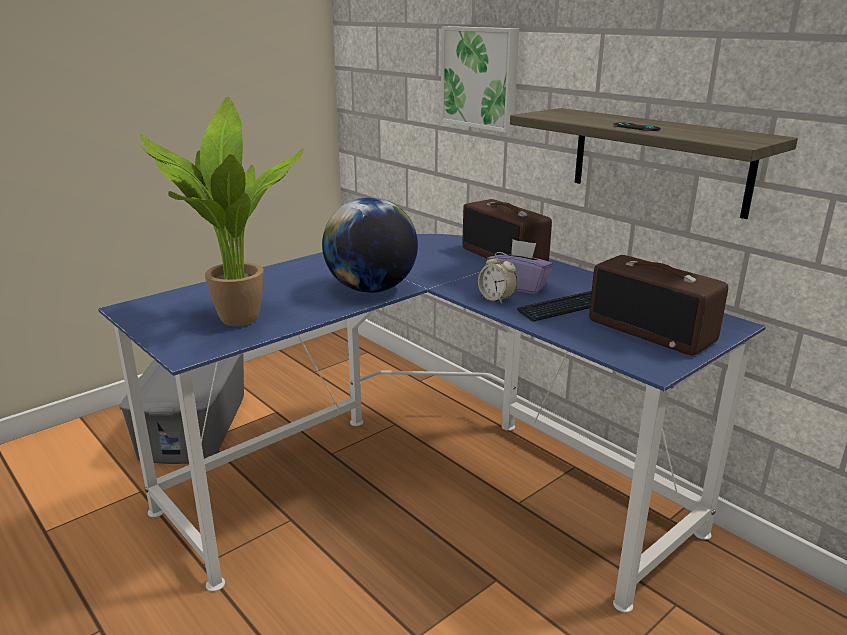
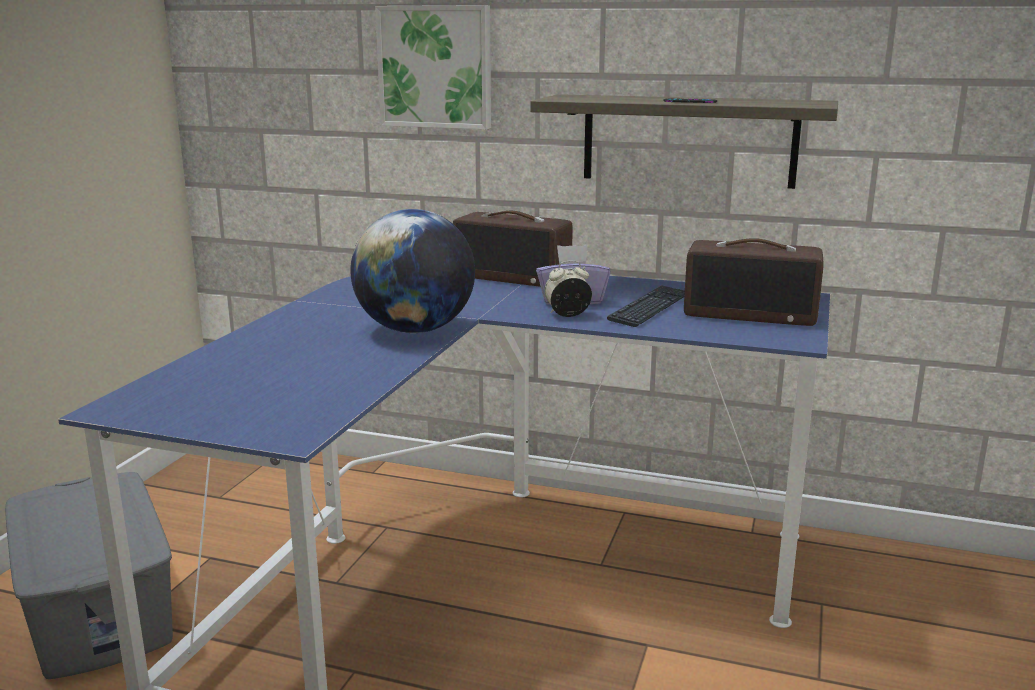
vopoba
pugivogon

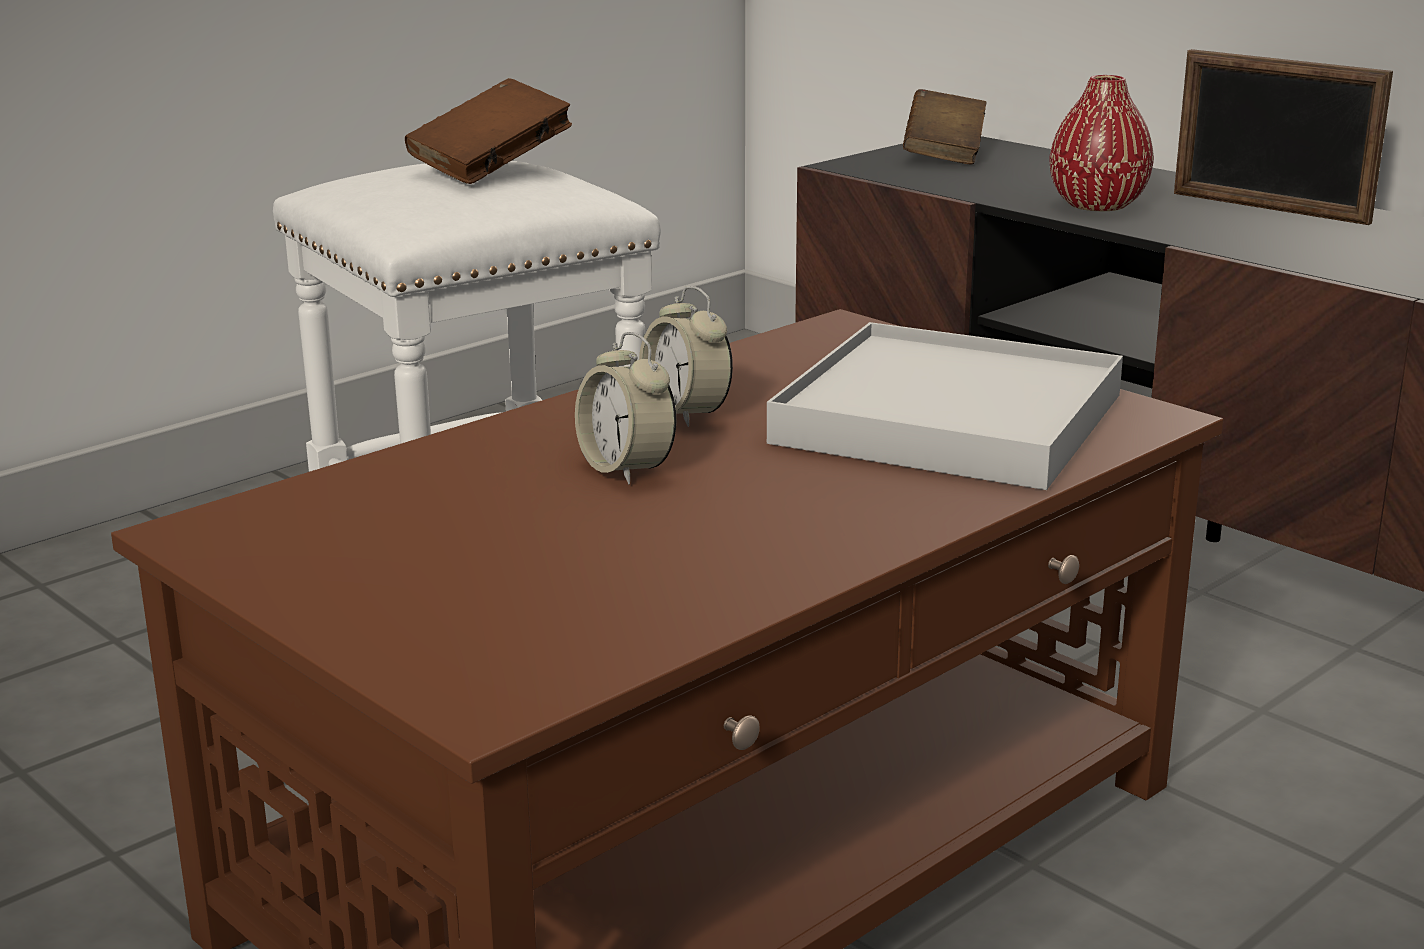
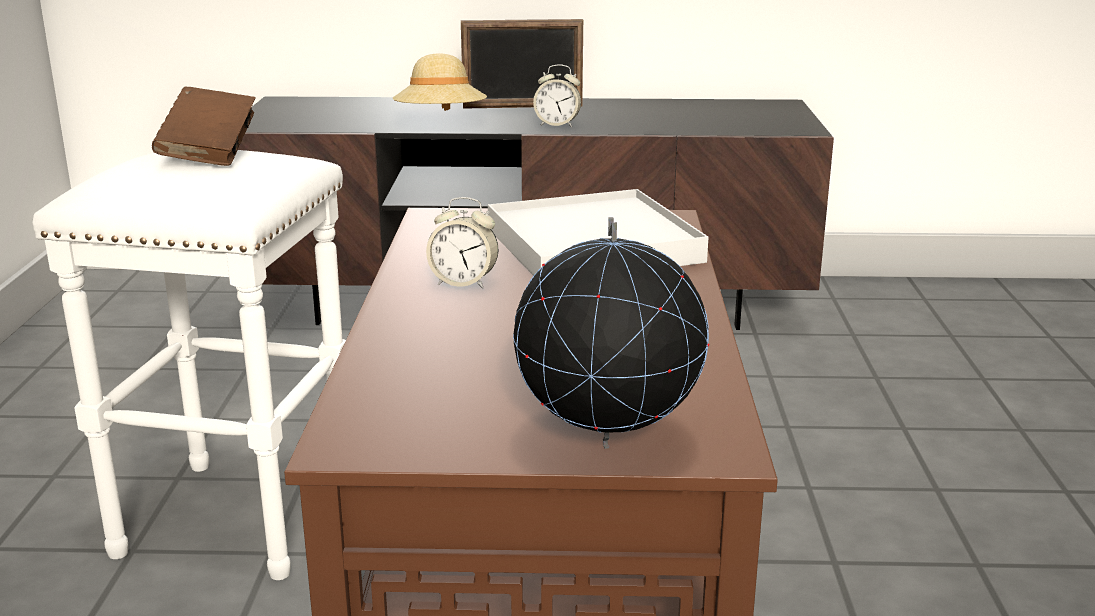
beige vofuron
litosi
vopoba (no. 2 from left)
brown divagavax (no. 2 from left in the first image)

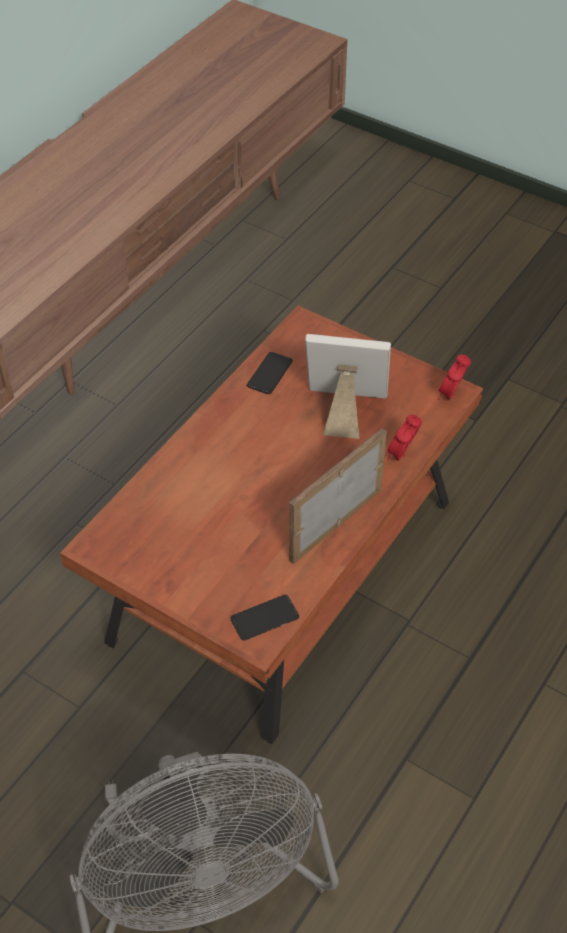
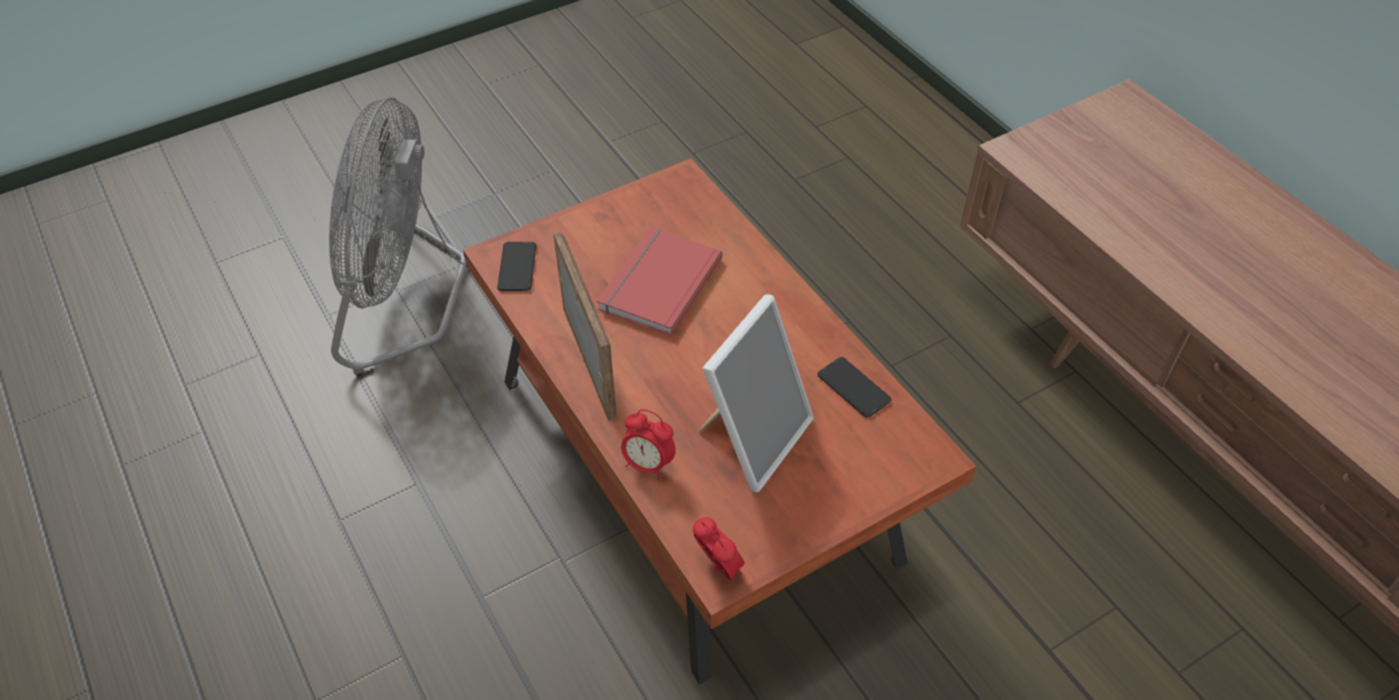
red divagavax
vopoba (no. 1 from left)

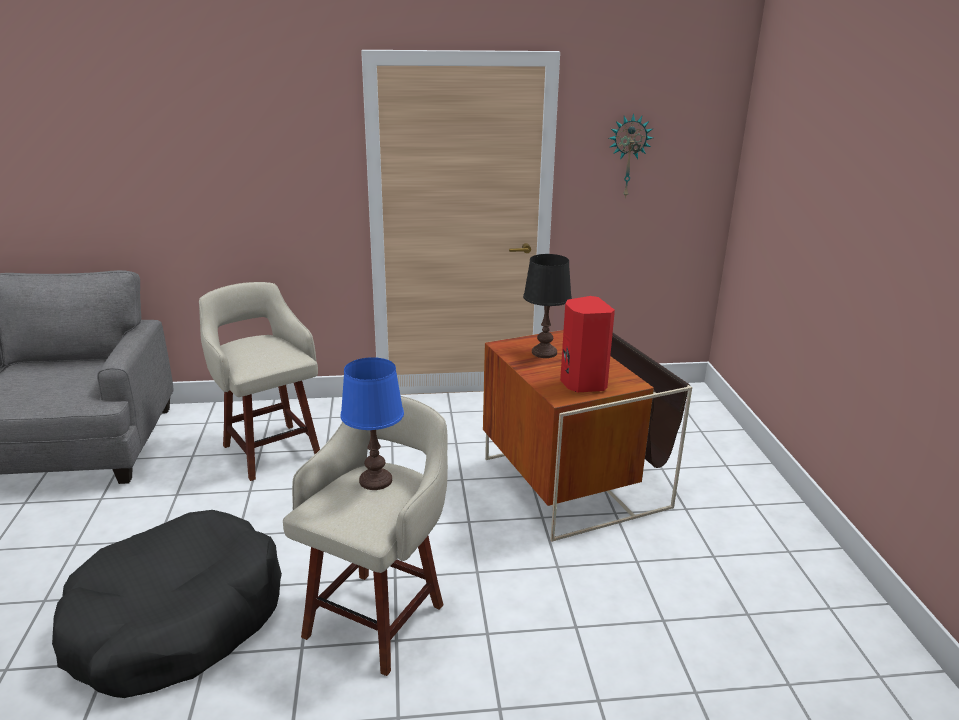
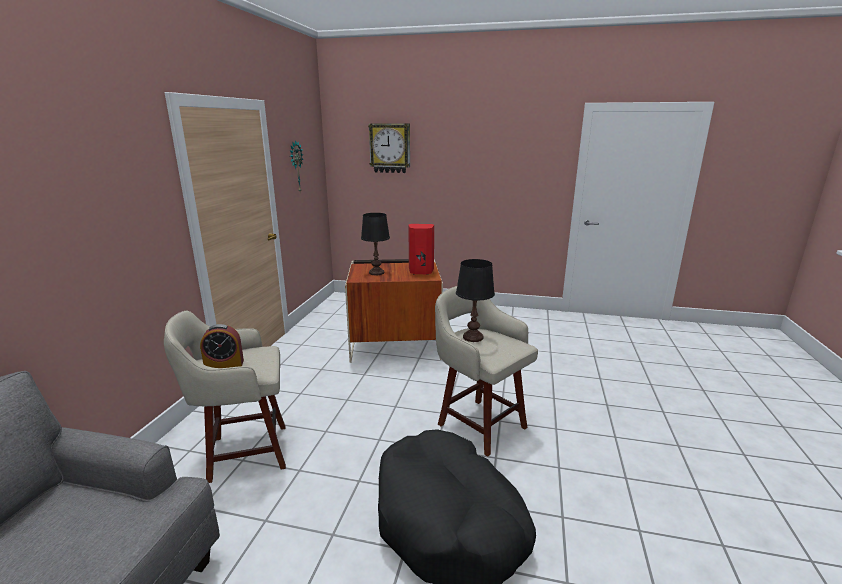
vopoba
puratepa (no. 2 from left)
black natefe (no. 2 from left)

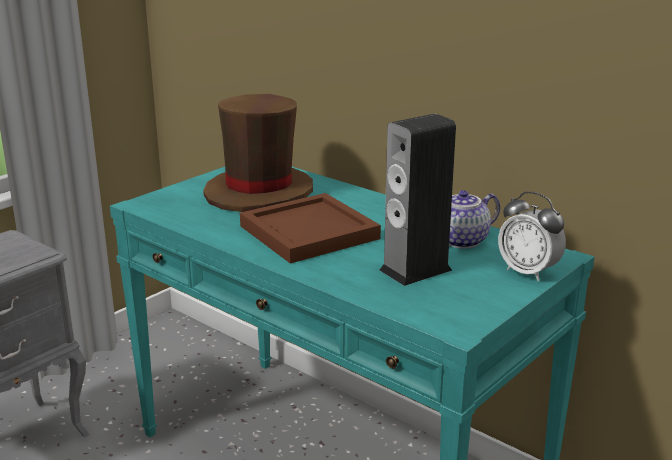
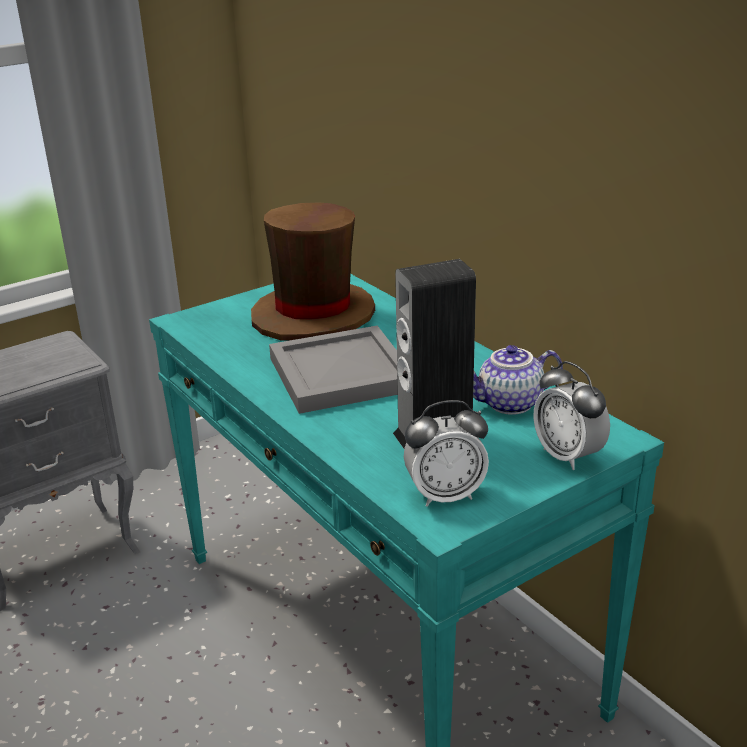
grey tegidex
vopoba (no. 1 from left)

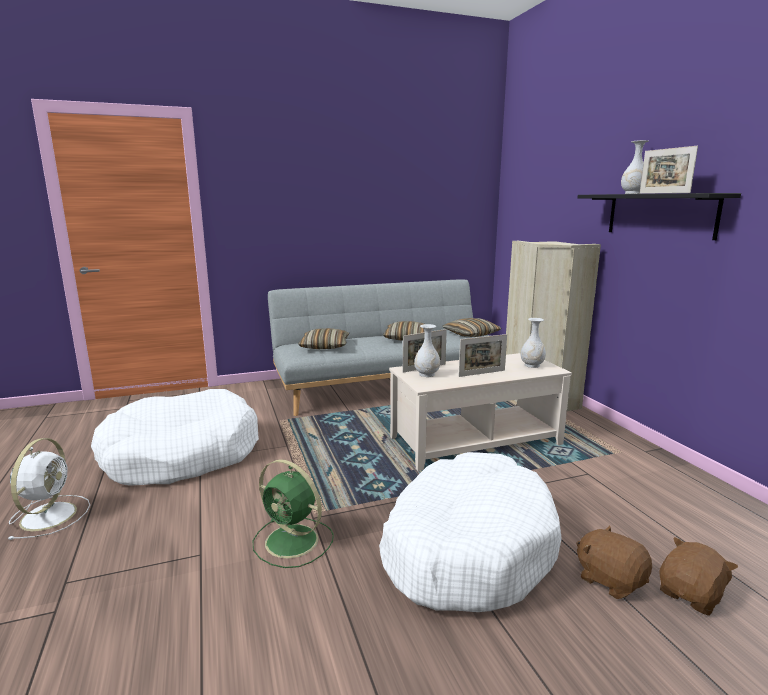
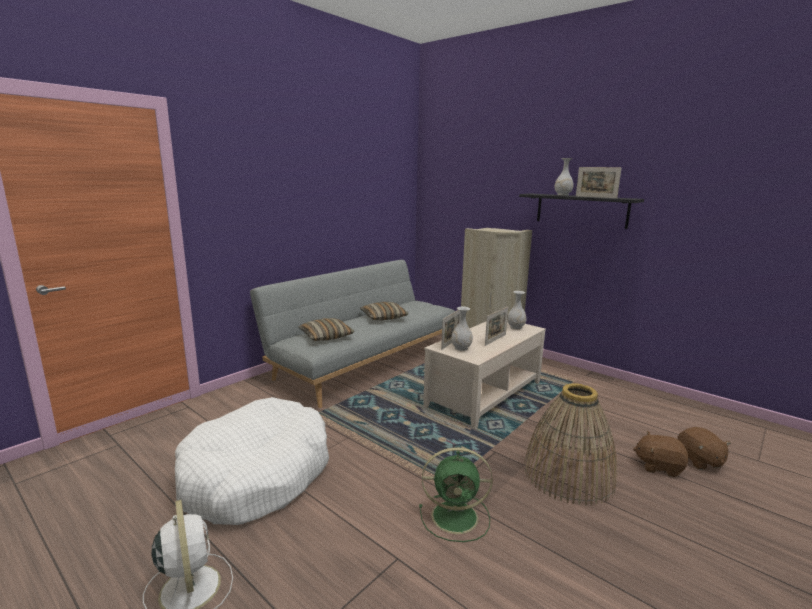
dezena
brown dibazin (no. 2 from left)
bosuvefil (no. 3 from left in the first image)

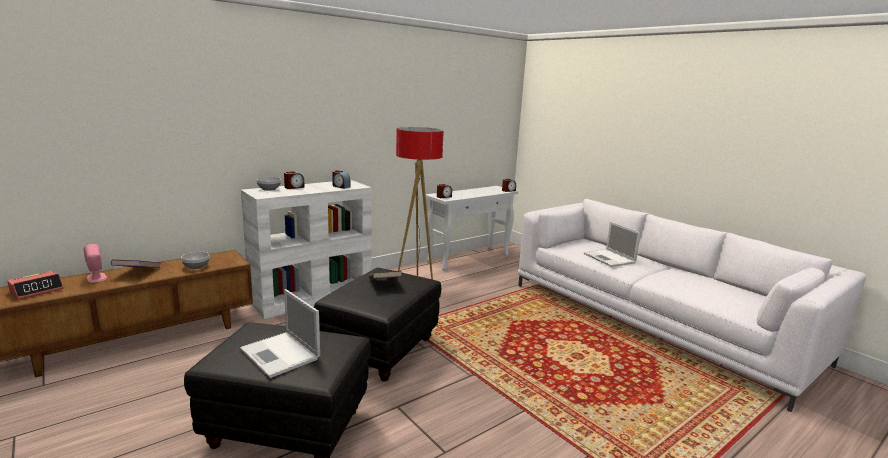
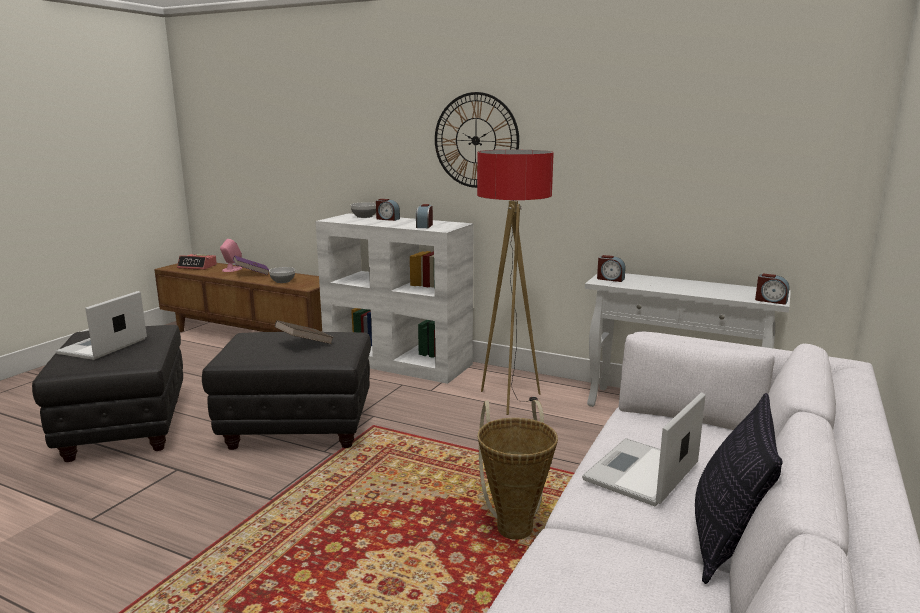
puratepa
dezena
bosuvefil

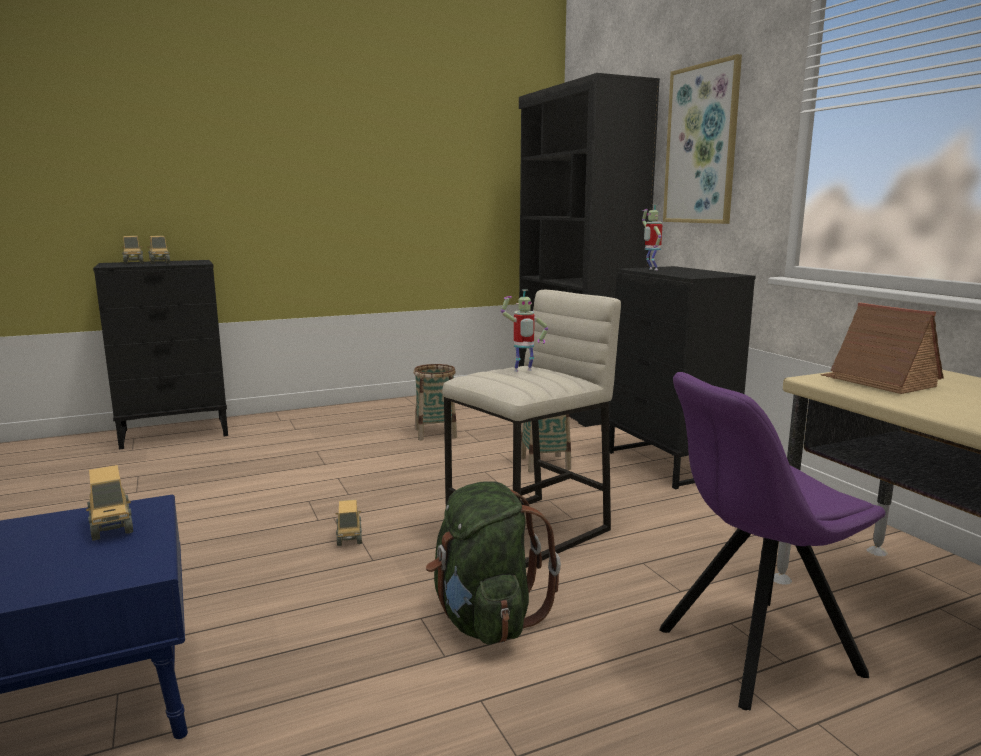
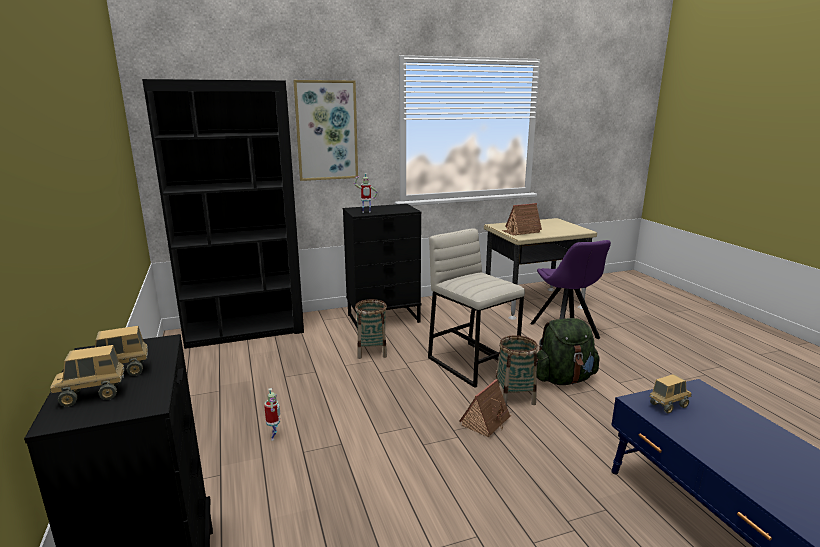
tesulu (no. 1 from left)
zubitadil (no. 1 from left)
dezena (no. 2 from left)

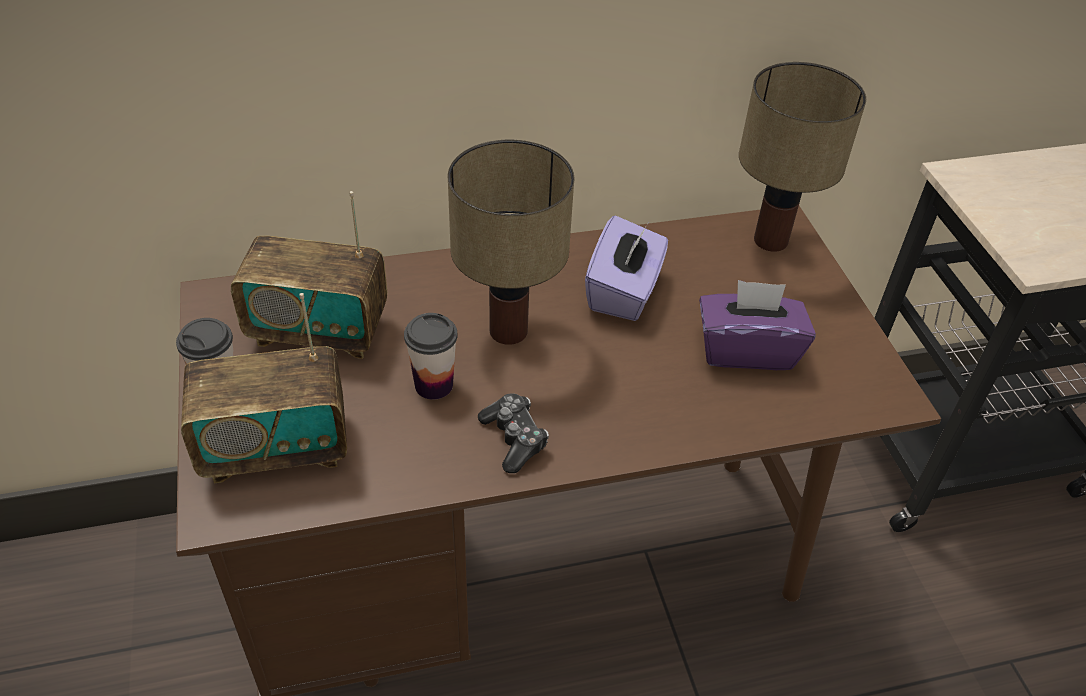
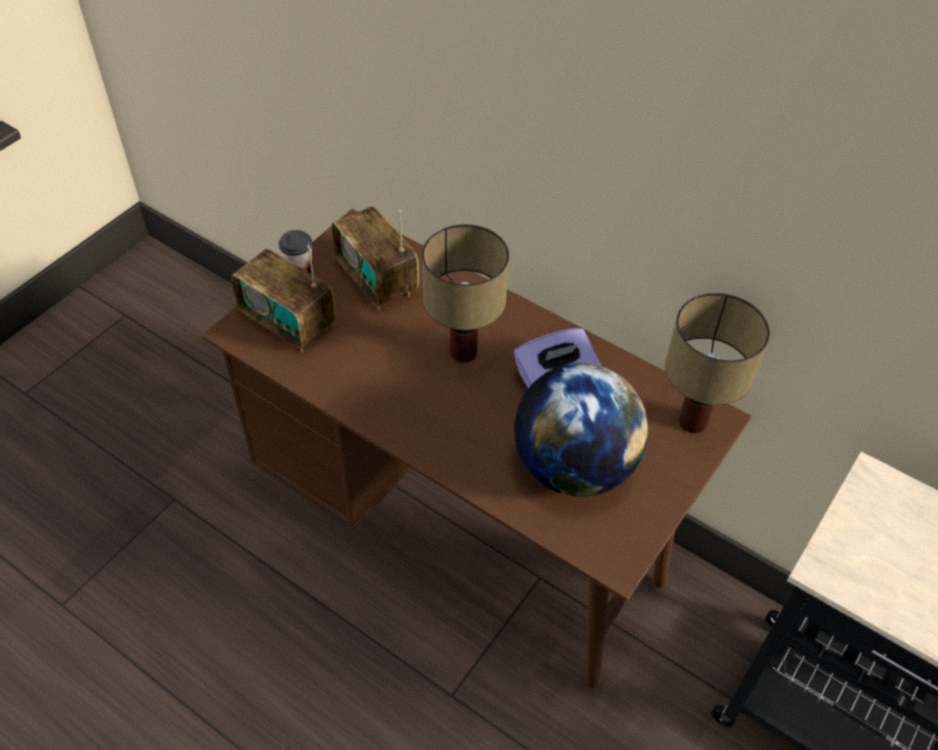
litosi
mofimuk (no. 2 from left in the first image)
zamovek

